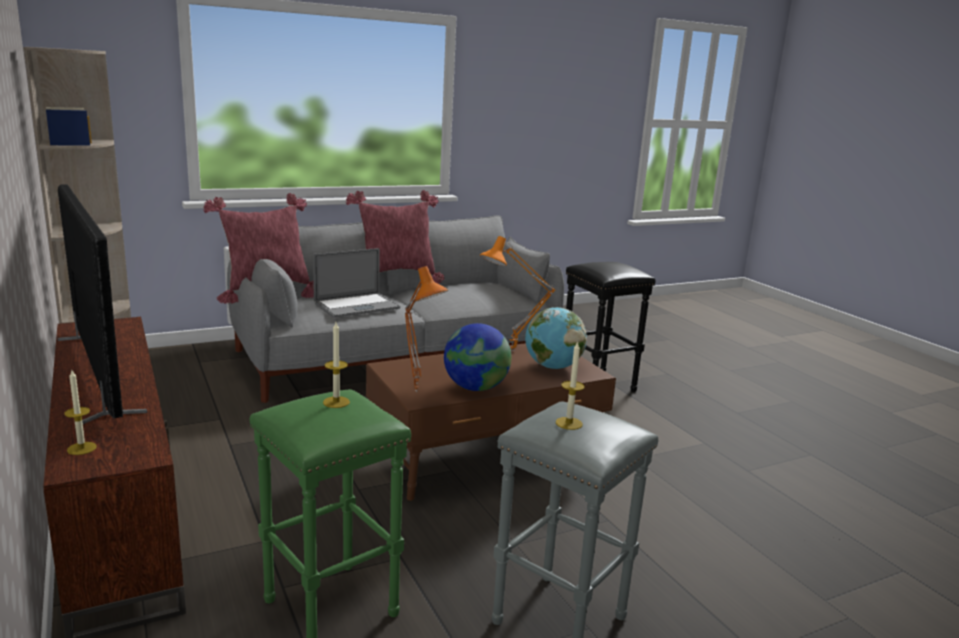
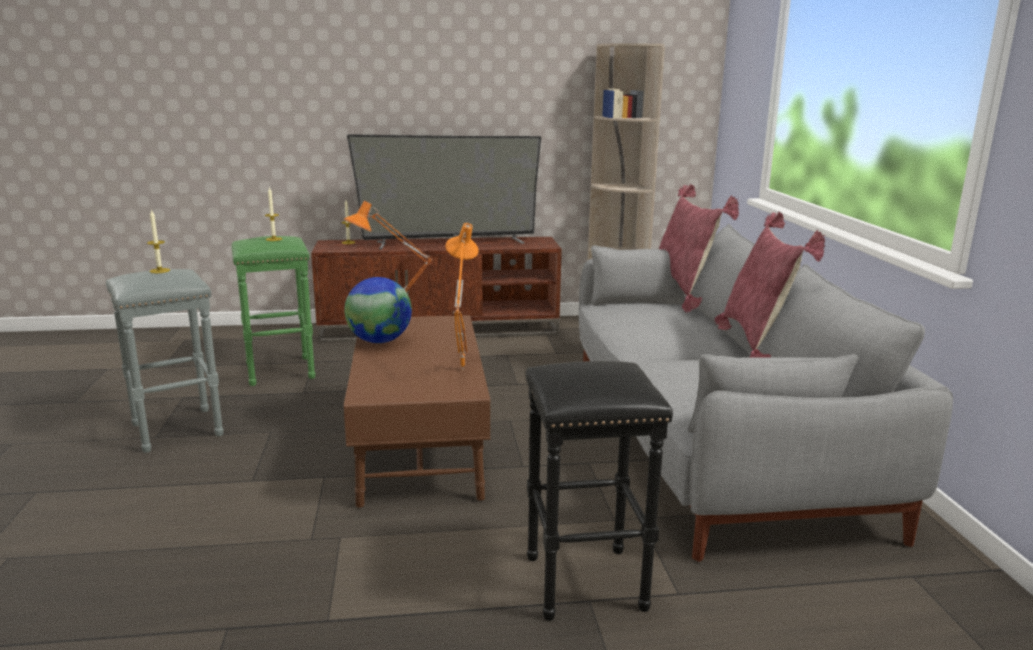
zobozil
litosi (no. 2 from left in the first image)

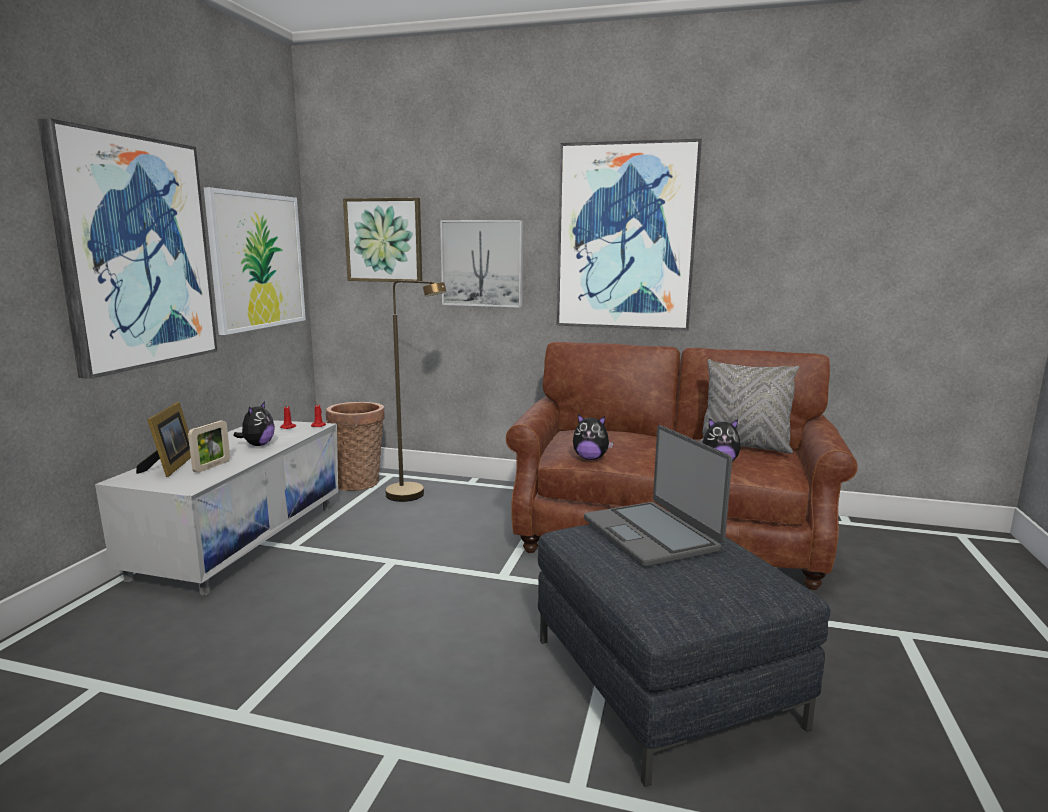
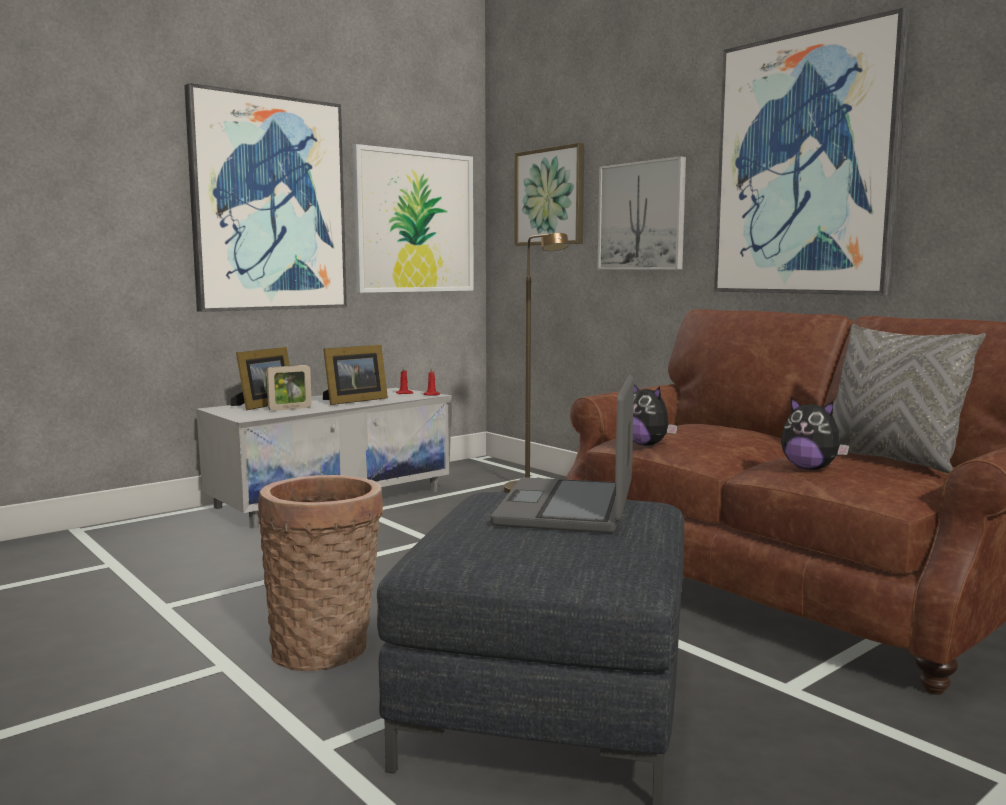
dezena
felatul (no. 3 from left)

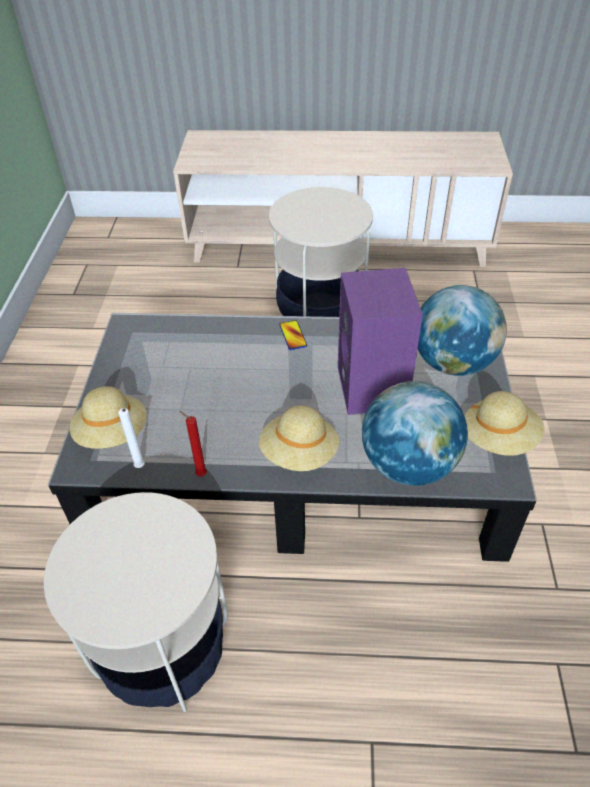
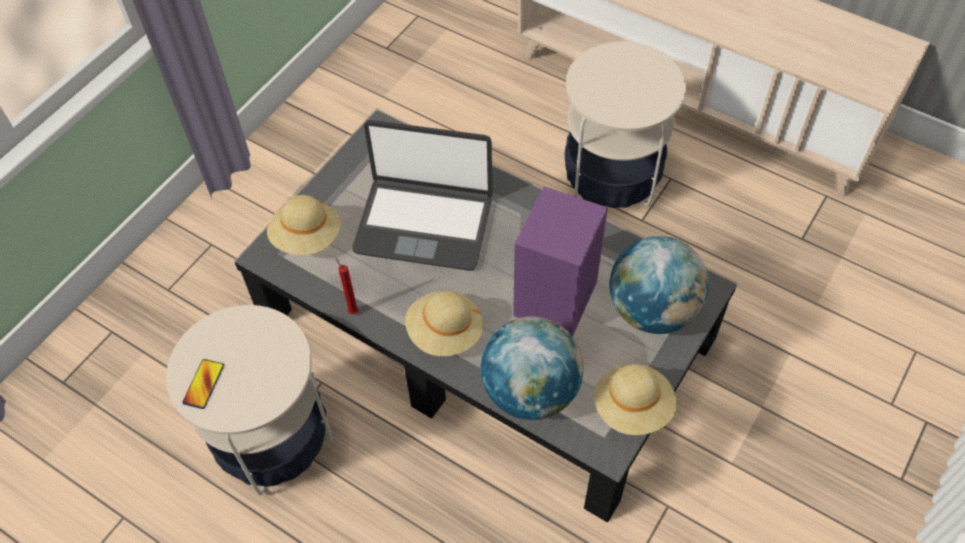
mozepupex
zobozil
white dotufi

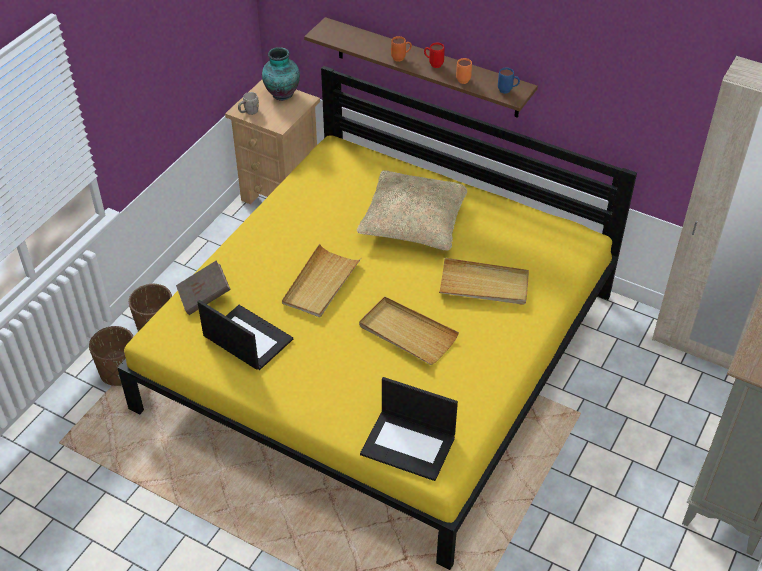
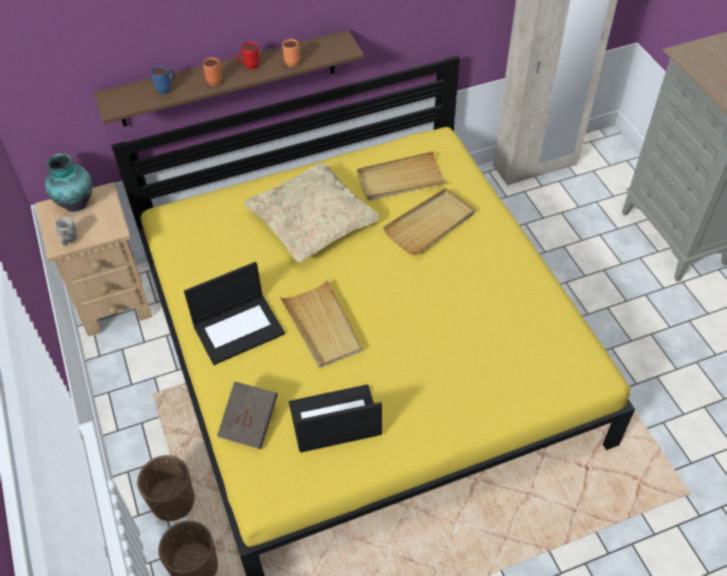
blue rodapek
zobozil (no. 1 from left)
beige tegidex (no. 2 from left)

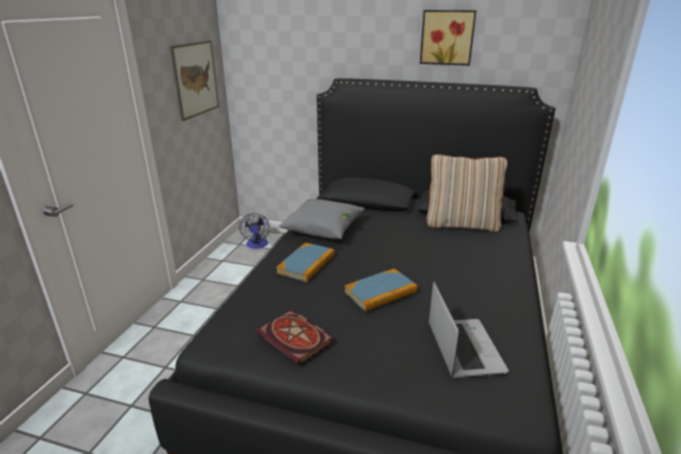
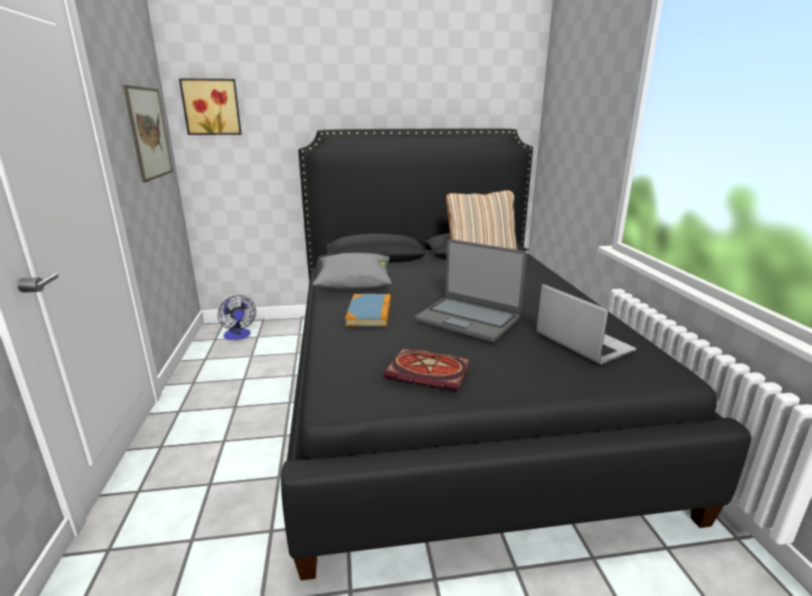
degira (no. 2 from left)
zobozil (no. 1 from left)

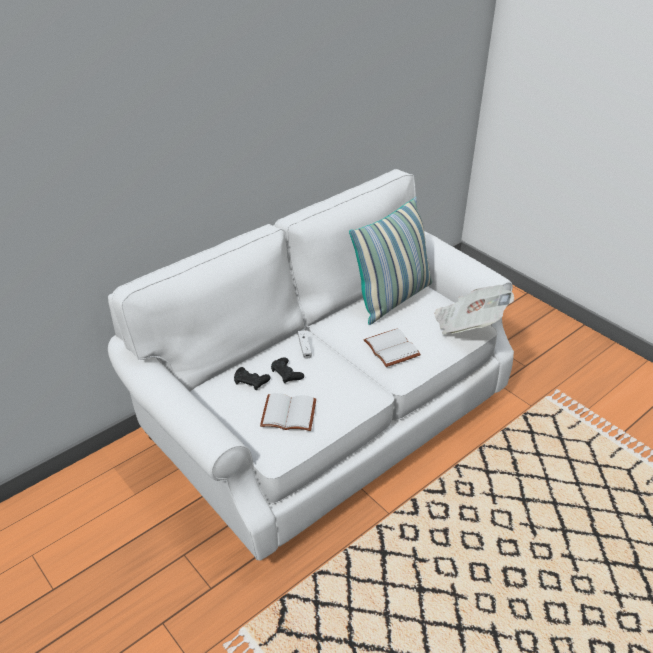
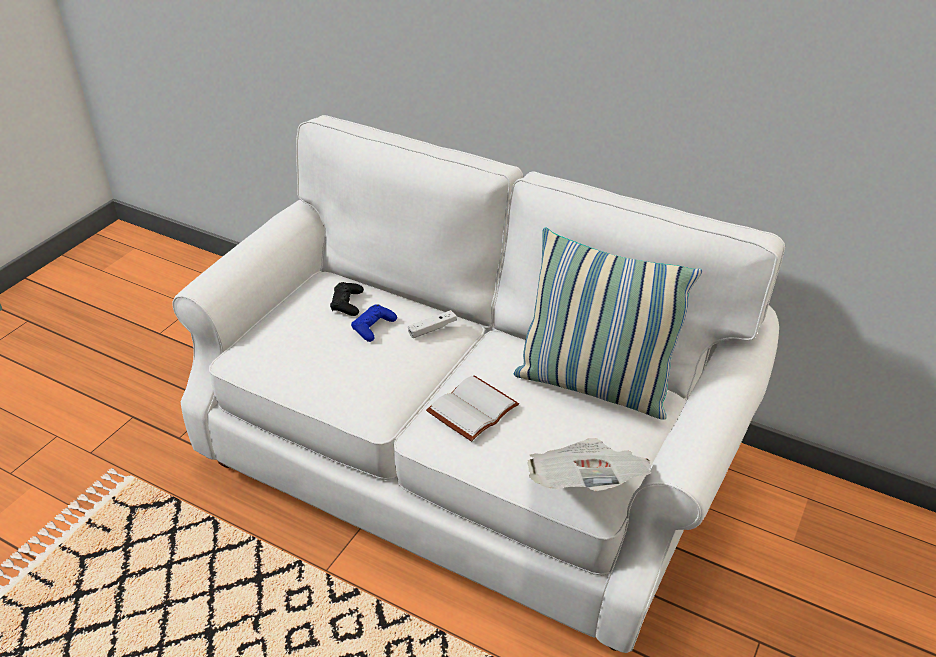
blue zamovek
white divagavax (no. 1 from left in the first image)

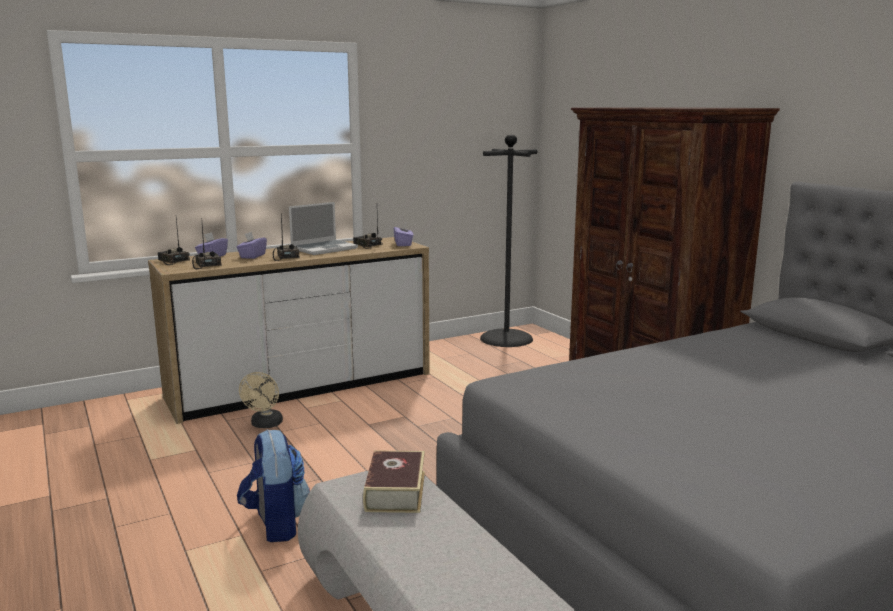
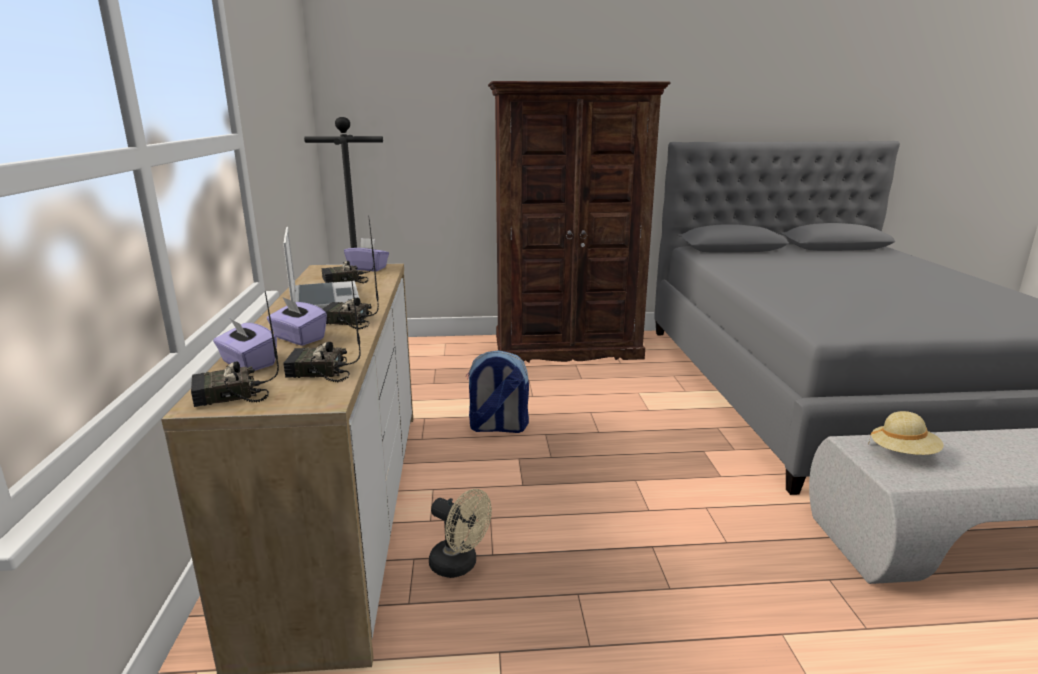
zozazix
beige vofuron

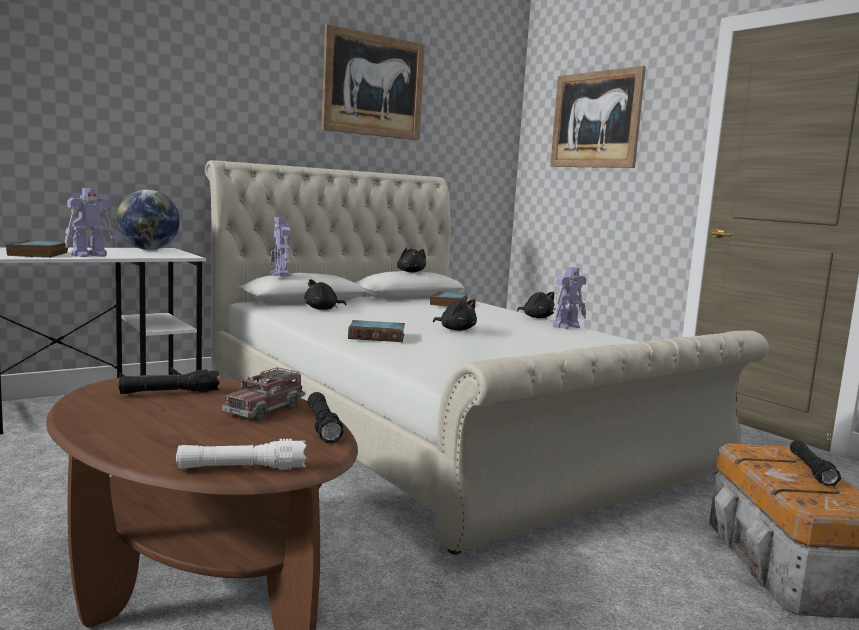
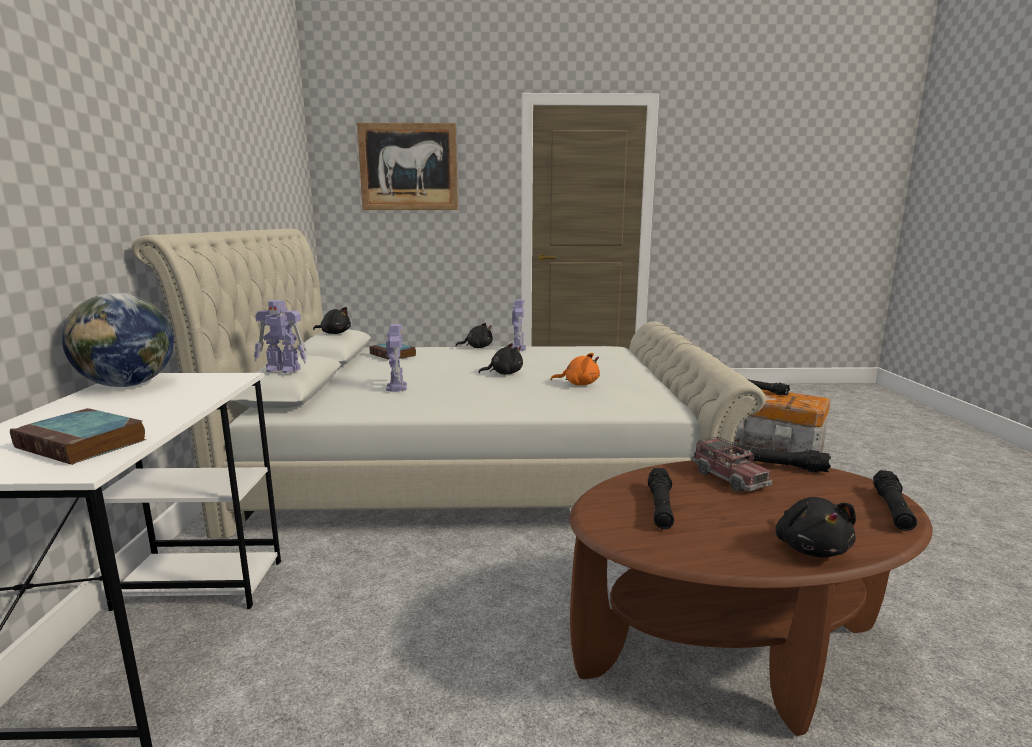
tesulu (no. 2 from left)
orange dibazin
black dibazin (no. 4 from left)
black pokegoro (no. 4 from left)
degira (no. 1 from left in the first image)
divagavax (no. 2 from left in the first image)

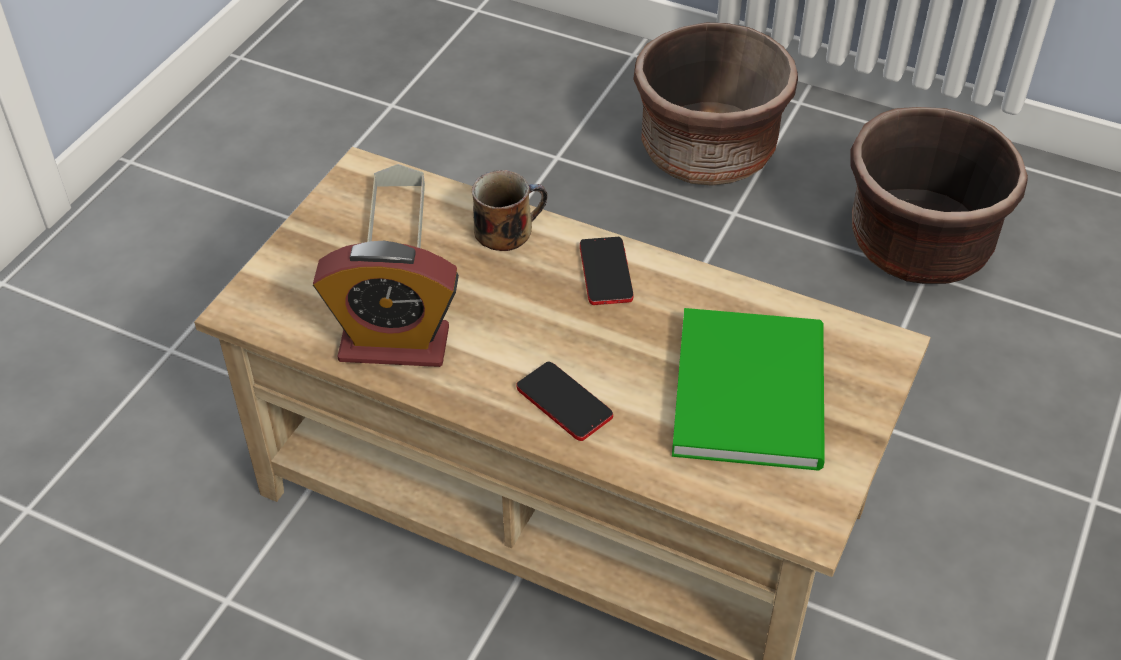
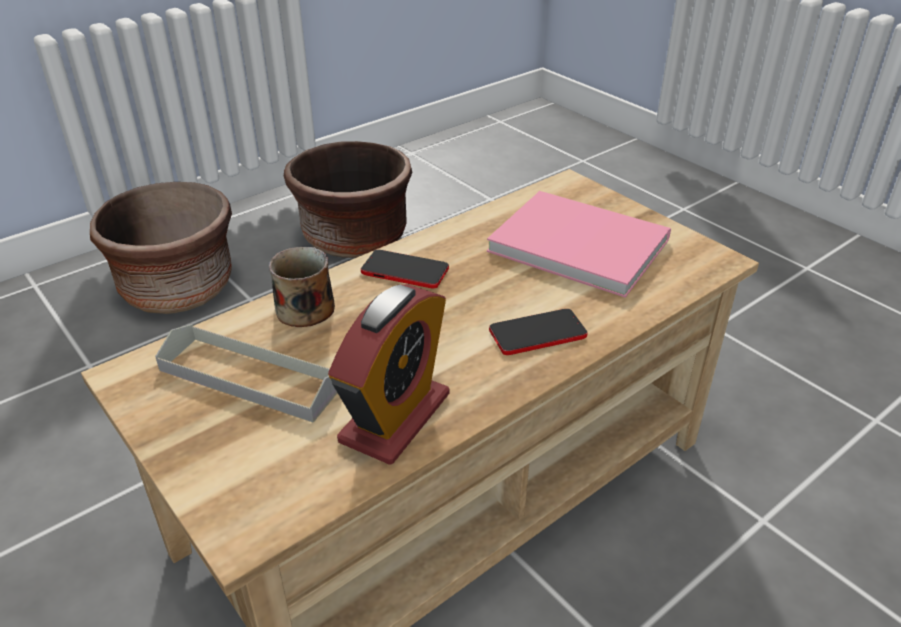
pink divagavax

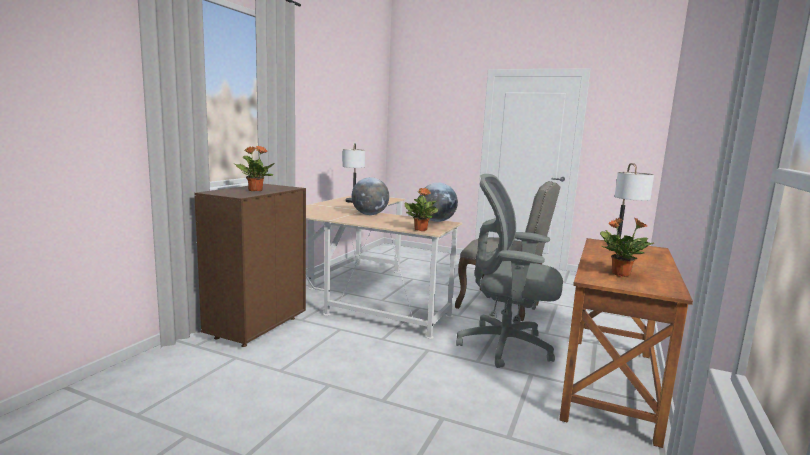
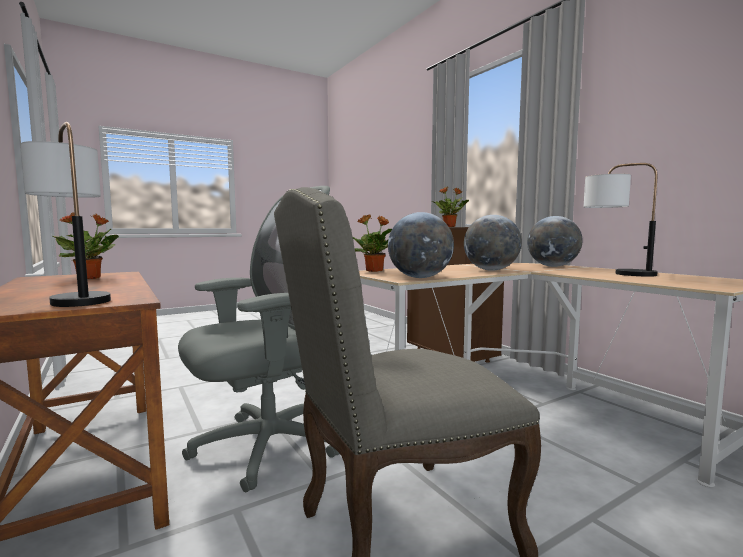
litosi (no. 3 from left)

